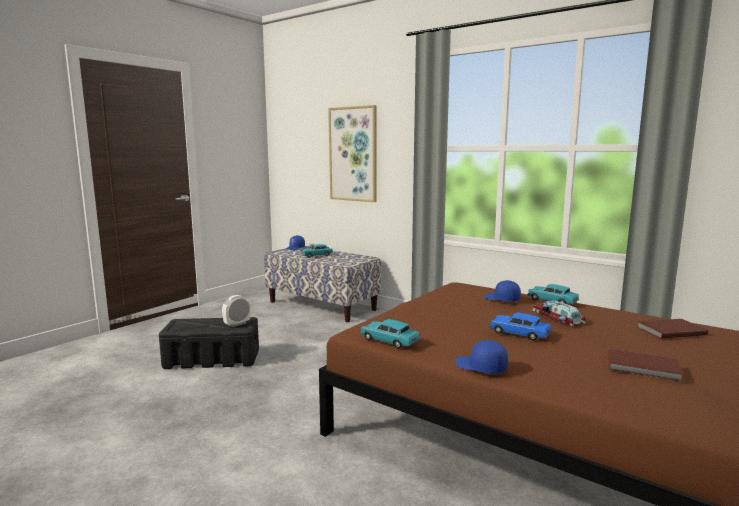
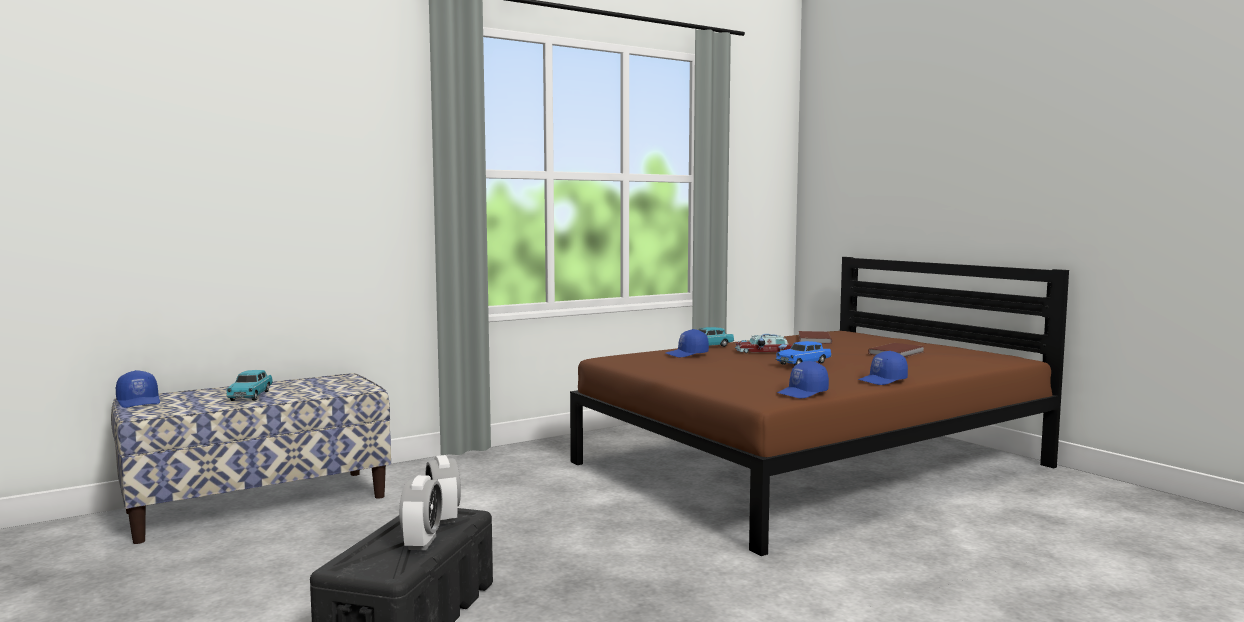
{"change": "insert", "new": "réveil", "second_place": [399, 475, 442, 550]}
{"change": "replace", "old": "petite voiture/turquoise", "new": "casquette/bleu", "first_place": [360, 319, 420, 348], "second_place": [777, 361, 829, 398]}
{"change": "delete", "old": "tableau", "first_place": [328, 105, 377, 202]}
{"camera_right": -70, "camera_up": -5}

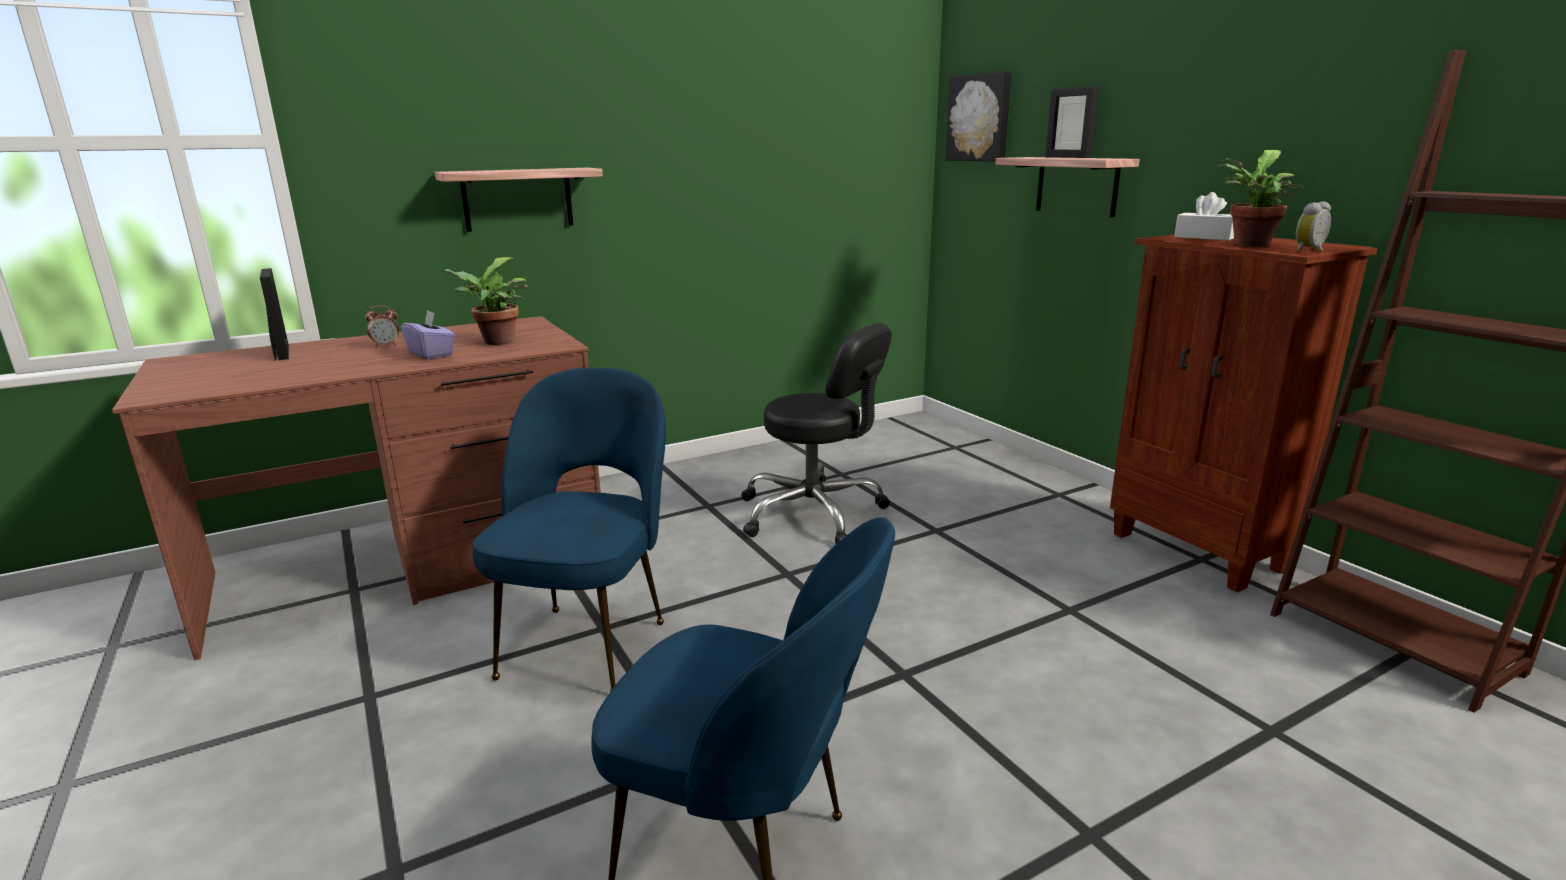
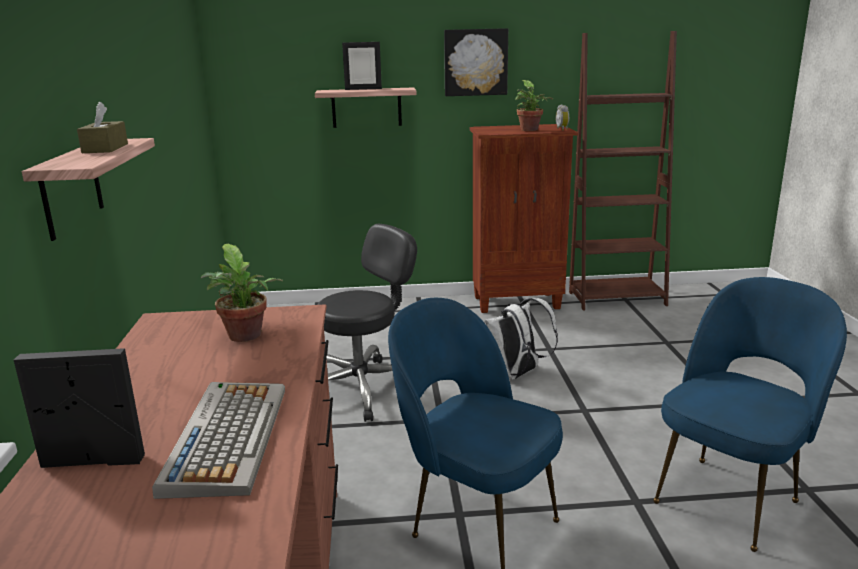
{"change": "insert", "new": "boîte à mouchoirs/marron", "second_place": [77, 101, 128, 153]}
{"change": "insert", "new": "clavier", "second_place": [152, 382, 285, 499]}
{"change": "move", "old": "tableau", "first_place": [945, 71, 1012, 162], "second_place": [444, 28, 508, 96]}
{"change": "insert", "new": "sac à dos/blanc", "second_place": [484, 298, 558, 380]}
{"change": "delete", "old": "réveil", "first_place": [365, 305, 399, 348]}
{"change": "delete", "old": "boîte à mouchoirs/violet", "first_place": [401, 310, 455, 359]}
{"change": "delete", "old": "boîte à mouchoirs/blanc", "first_place": [1174, 192, 1234, 240]}
{"camera_right": -65, "camera_up": 0}

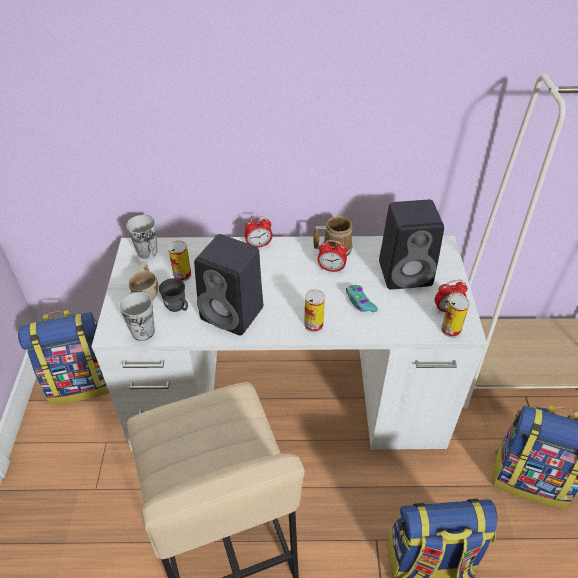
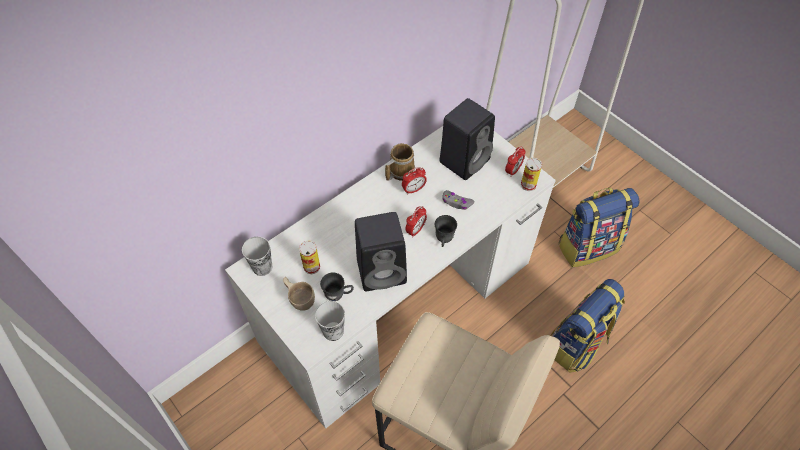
{"change": "move", "old": "réveil", "first_place": [245, 216, 273, 248], "second_place": [405, 206, 427, 238]}
{"change": "replace", "old": "boîte métallique", "new": "mug/gris", "first_place": [304, 289, 325, 332], "second_place": [435, 215, 457, 247]}
{"change": "recolor", "old": "manette/turquoise", "new": "manette/gris", "first_place": [346, 285, 378, 312], "second_place": [442, 190, 474, 210]}
{"change": "delete", "old": "sac à dos", "first_place": [18, 310, 109, 405]}
{"camera_right": -40, "camera_up": 10}

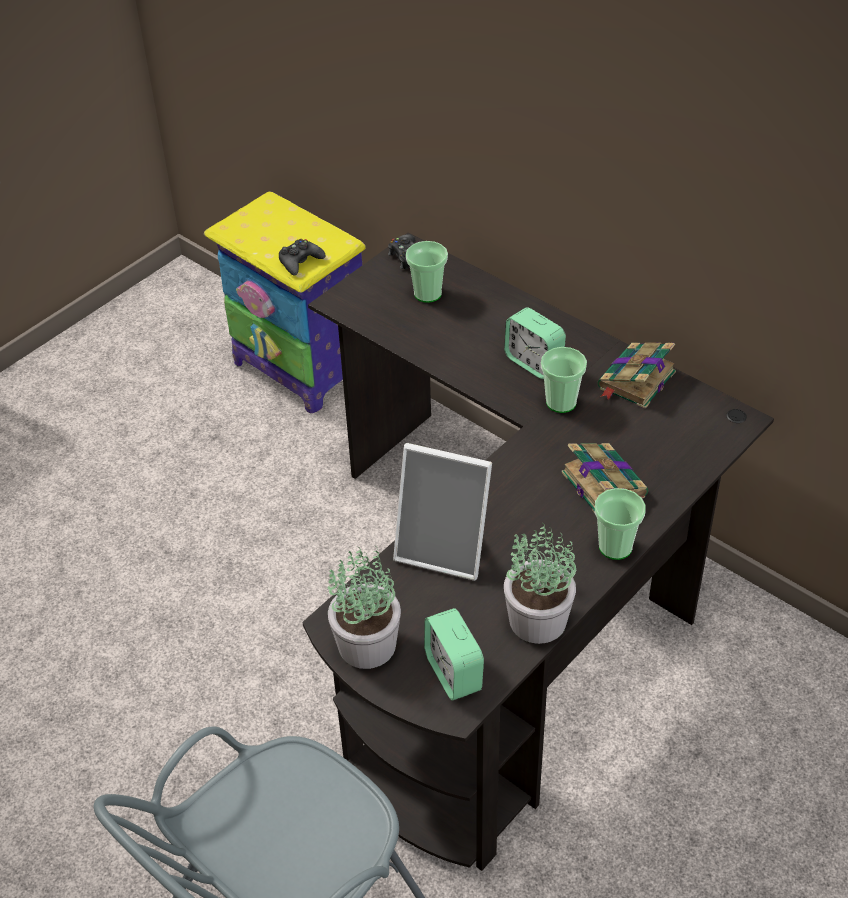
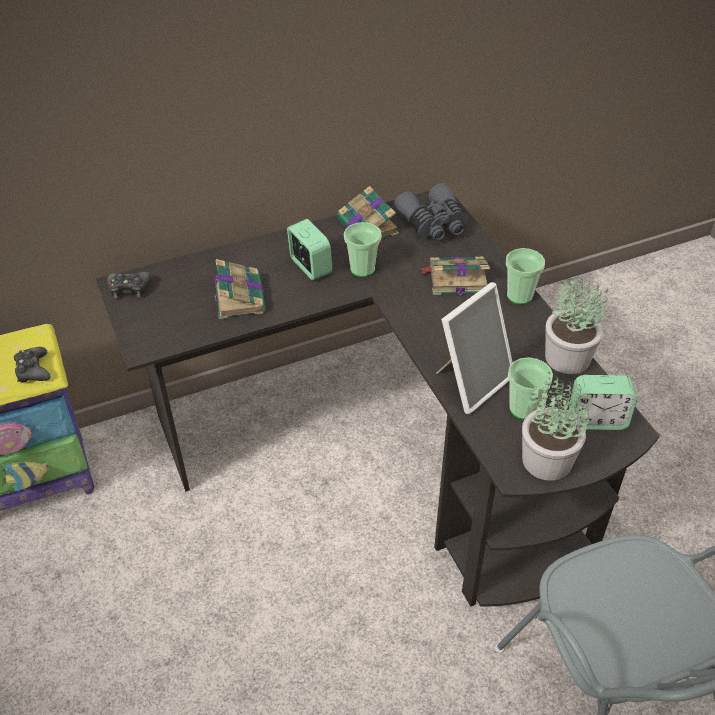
{"change": "insert", "new": "livre", "second_place": [214, 259, 266, 319]}
{"change": "rotate", "old": "réveil", "first_place": [504, 307, 566, 379], "second_place": [287, 219, 332, 280], "degrees": -105}
{"change": "insert", "new": "jumelles/gris", "second_place": [394, 183, 469, 240]}
{"change": "move", "old": "tasse", "first_place": [406, 241, 448, 303], "second_place": [508, 357, 553, 420]}
{"camera_right": -65, "camera_up": 0}

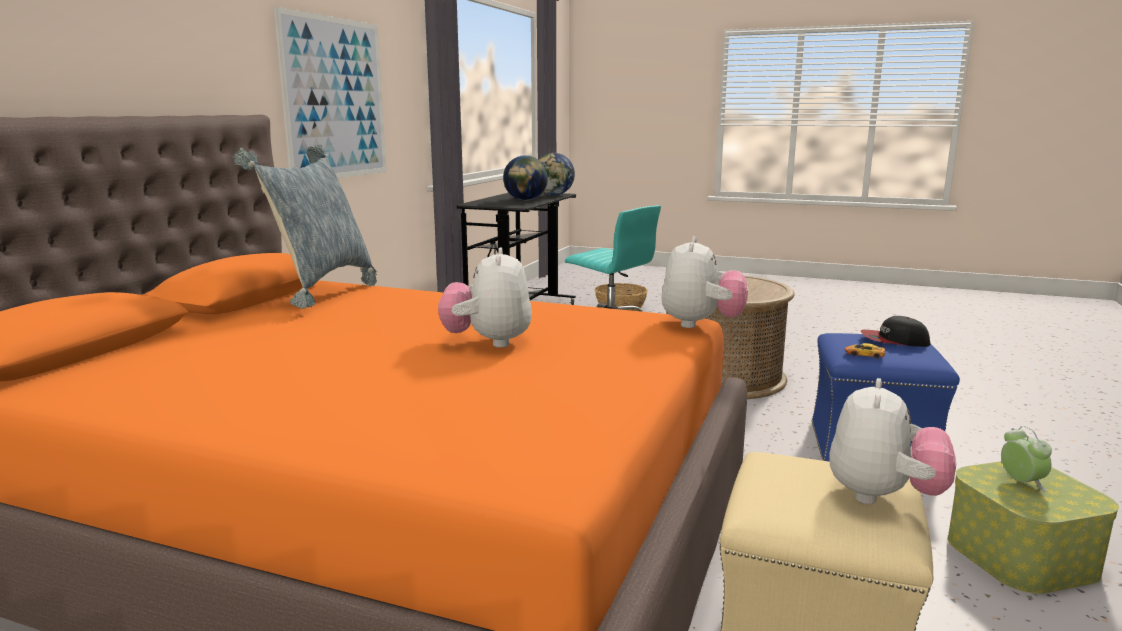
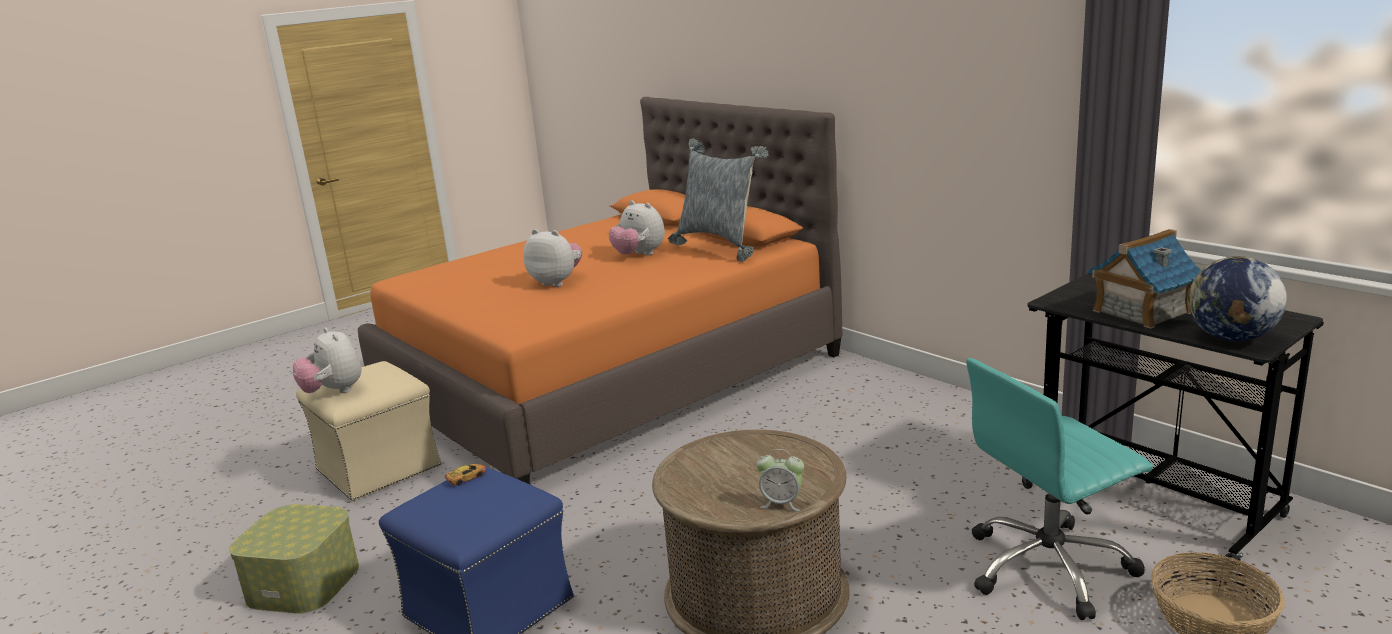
{"change": "move", "old": "peluche", "first_place": [661, 237, 748, 328], "second_place": [609, 201, 665, 255]}
{"change": "move", "old": "réveil", "first_place": [1001, 426, 1052, 492], "second_place": [756, 449, 804, 511]}
{"change": "replace", "old": "globe", "new": "maison miniature", "first_place": [503, 155, 548, 200], "second_place": [1087, 229, 1201, 329]}
{"change": "delete", "old": "tableau", "first_place": [274, 7, 386, 178]}
{"change": "delete", "old": "casquette", "first_place": [861, 316, 930, 347]}
{"camera_right": 120, "camera_up": 5}

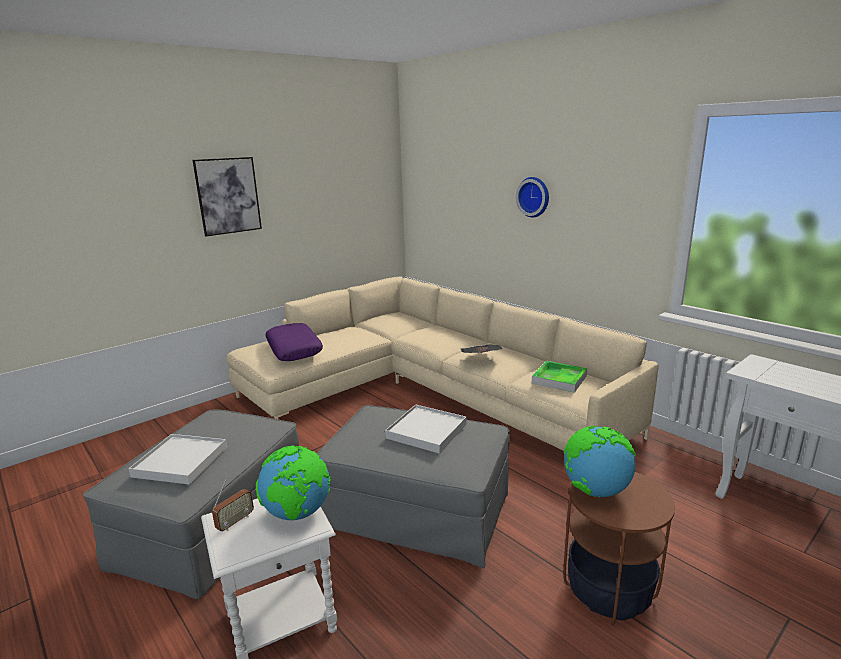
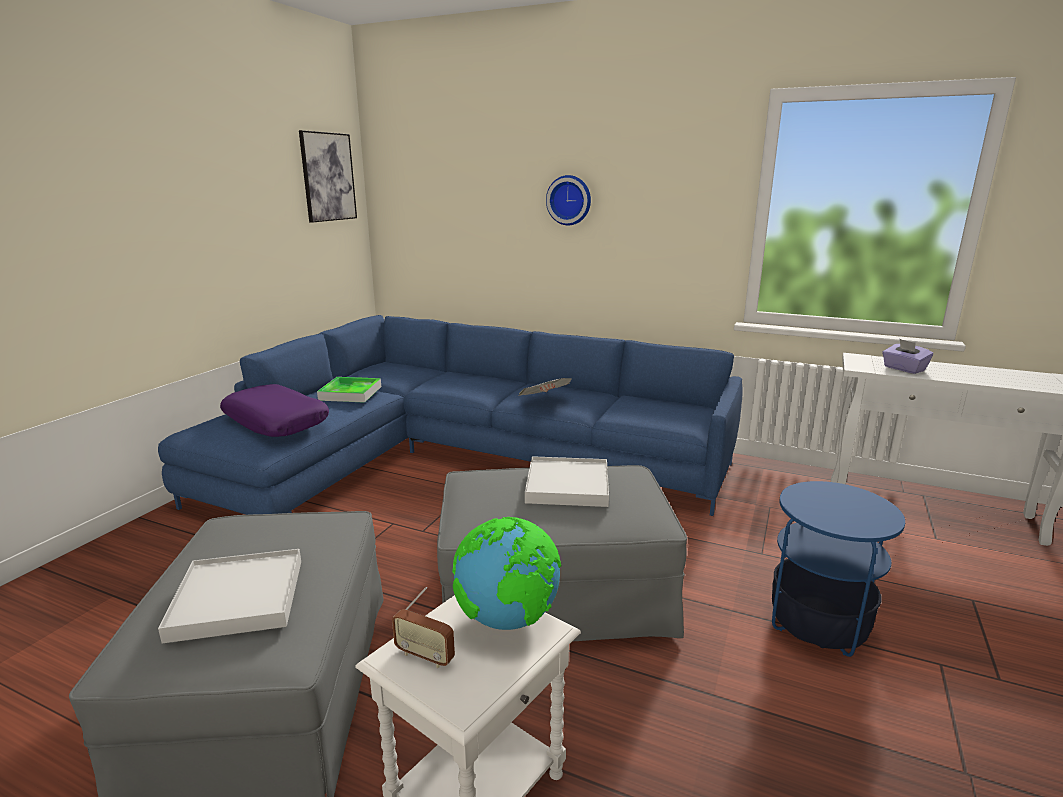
{"change": "recolor", "old": "canapé/beige", "new": "canapé/bleu", "first_place": [227, 276, 659, 451], "second_place": [158, 315, 743, 516]}
{"change": "move", "old": "tableau", "first_place": [192, 157, 262, 236], "second_place": [299, 130, 357, 223]}
{"change": "move", "old": "plateau", "first_place": [532, 361, 587, 393], "second_place": [317, 377, 381, 403]}
{"change": "rotate", "old": "radio", "first_place": [212, 479, 254, 531], "second_place": [392, 587, 455, 668], "degrees": 105}
{"change": "recolor", "old": "table d'appoint/marron", "new": "table d'appoint/bleu", "first_place": [563, 472, 675, 626], "second_place": [772, 481, 905, 657]}
{"change": "insert", "new": "boîte à mouchoirs/violet", "second_place": [882, 339, 934, 374]}
{"change": "delete", "old": "globe", "first_place": [564, 426, 636, 497]}
{"camera_right": -25, "camera_up": 0}

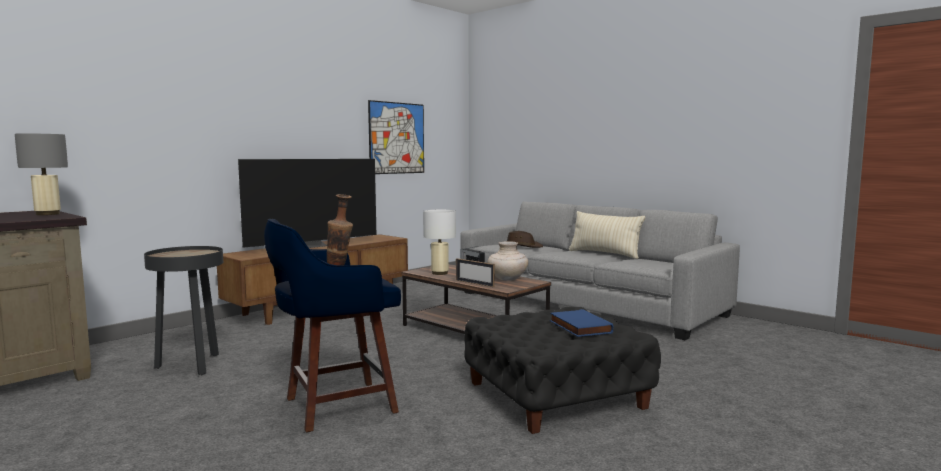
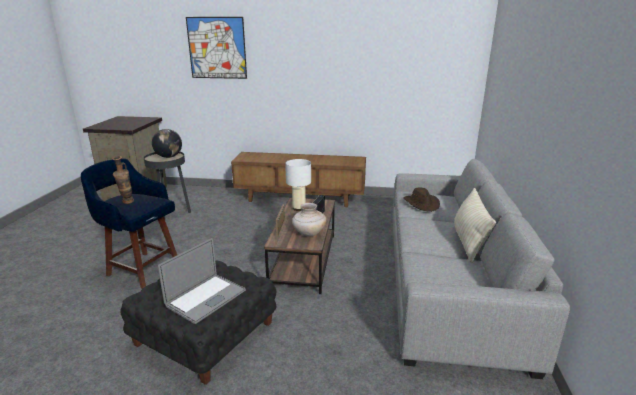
{"change": "insert", "new": "globe", "second_place": [152, 129, 182, 158]}
{"change": "replace", "old": "livre/bleu", "new": "ordinateur portable", "first_place": [550, 309, 614, 337], "second_place": [158, 238, 246, 324]}
{"change": "move", "old": "tableau", "first_place": [368, 100, 424, 174], "second_place": [186, 17, 247, 79]}
{"change": "delete", "old": "lampe de table/gris", "first_place": [15, 133, 68, 215]}
{"change": "delete", "old": "téléviseur", "first_place": [238, 159, 376, 248]}
{"camera_right": 55, "camera_up": 15}

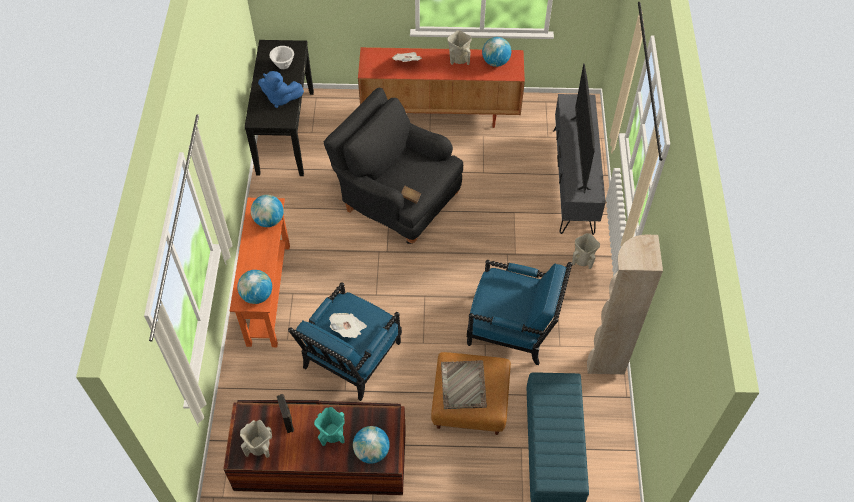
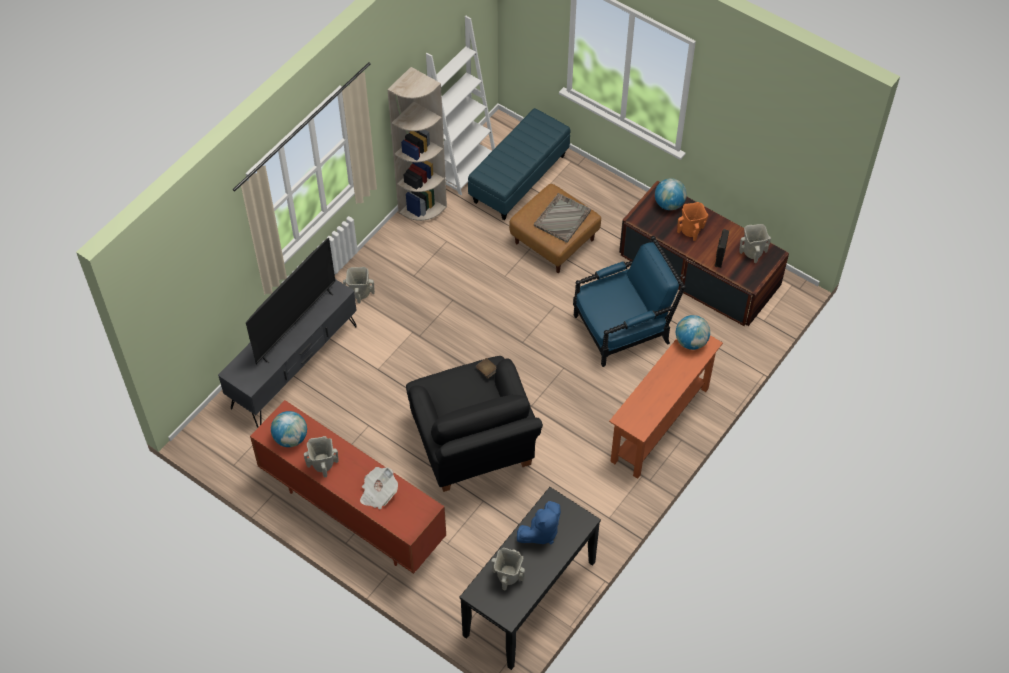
{"change": "insert", "new": "bibliothèque/blanc", "second_place": [426, 16, 495, 195]}
{"change": "replace", "old": "bol/blanc", "new": "vase/beige", "first_place": [270, 46, 294, 69], "second_place": [491, 548, 525, 590]}
{"change": "rotate", "old": "peluche/bleu", "first_place": [258, 71, 304, 108], "second_place": [517, 501, 561, 544], "degrees": 90}
{"change": "recolor", "old": "vase/turquoise", "new": "vase/orange", "first_place": [314, 407, 345, 446], "second_place": [677, 202, 708, 241]}
{"change": "delete", "old": "globe", "first_place": [251, 195, 284, 227]}
{"change": "delete", "old": "journal", "first_place": [329, 313, 367, 338]}
{"change": "delete", "old": "fauteuil/bleu", "first_place": [467, 260, 572, 365]}
{"camera_right": -145, "camera_up": 0}

